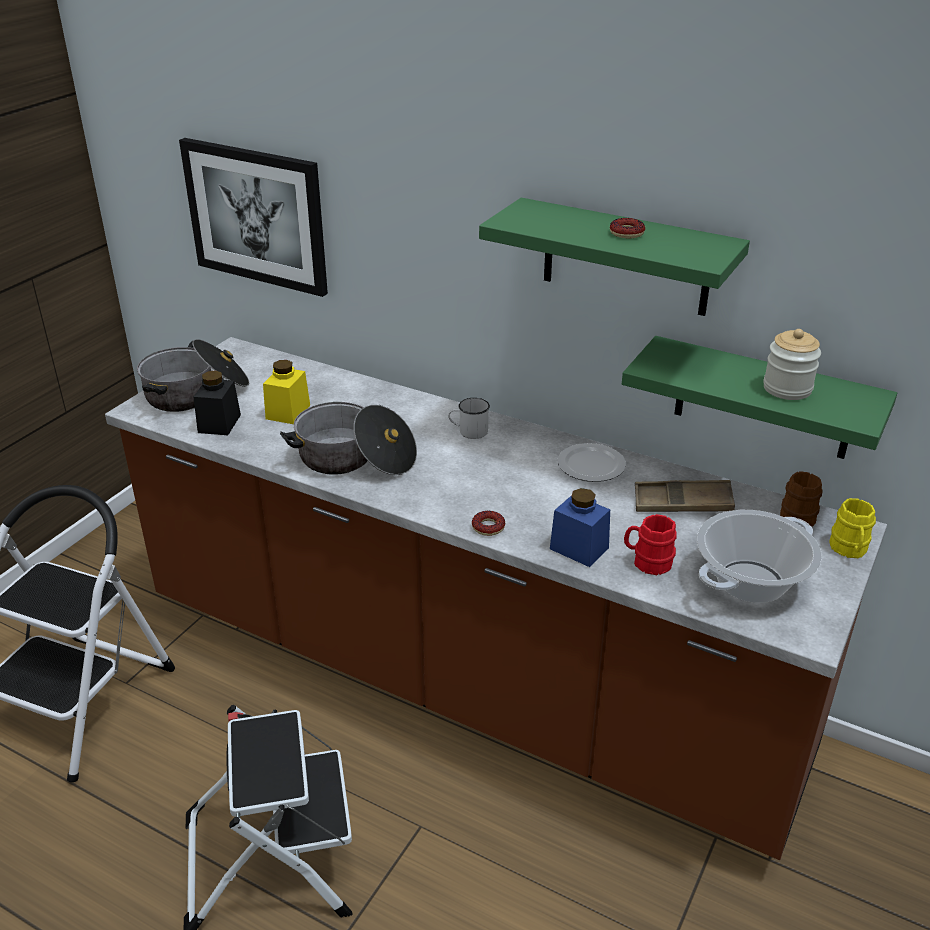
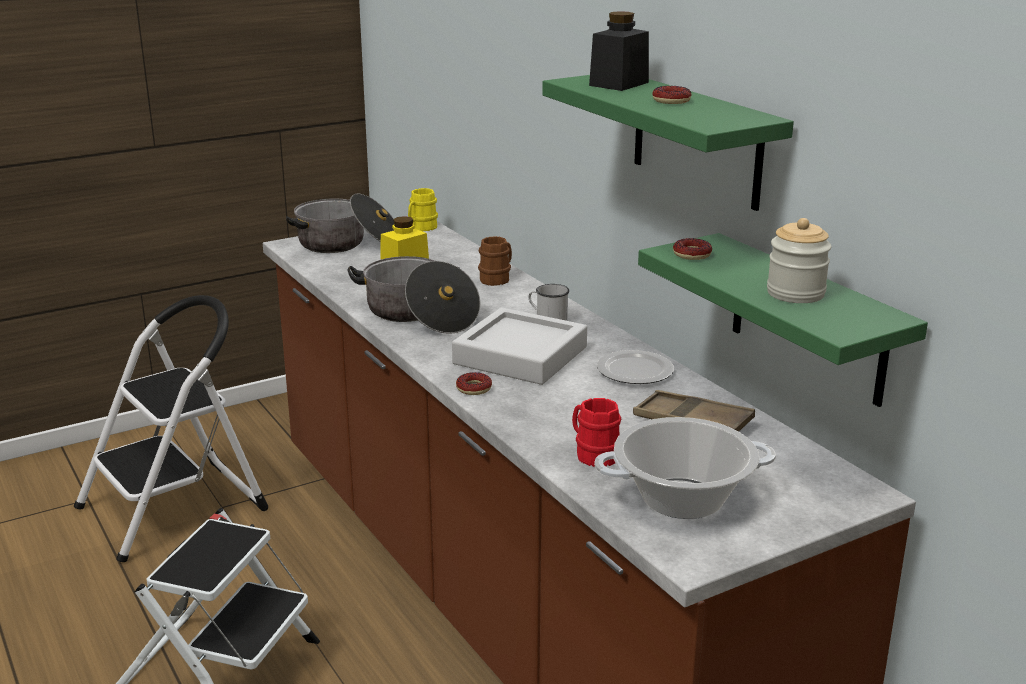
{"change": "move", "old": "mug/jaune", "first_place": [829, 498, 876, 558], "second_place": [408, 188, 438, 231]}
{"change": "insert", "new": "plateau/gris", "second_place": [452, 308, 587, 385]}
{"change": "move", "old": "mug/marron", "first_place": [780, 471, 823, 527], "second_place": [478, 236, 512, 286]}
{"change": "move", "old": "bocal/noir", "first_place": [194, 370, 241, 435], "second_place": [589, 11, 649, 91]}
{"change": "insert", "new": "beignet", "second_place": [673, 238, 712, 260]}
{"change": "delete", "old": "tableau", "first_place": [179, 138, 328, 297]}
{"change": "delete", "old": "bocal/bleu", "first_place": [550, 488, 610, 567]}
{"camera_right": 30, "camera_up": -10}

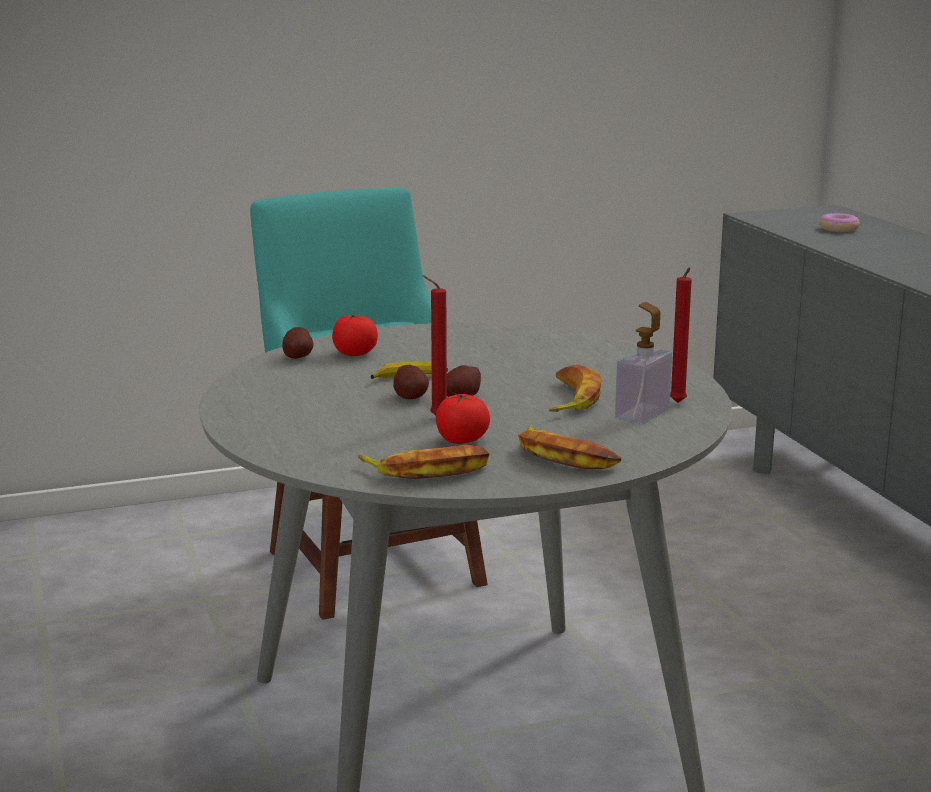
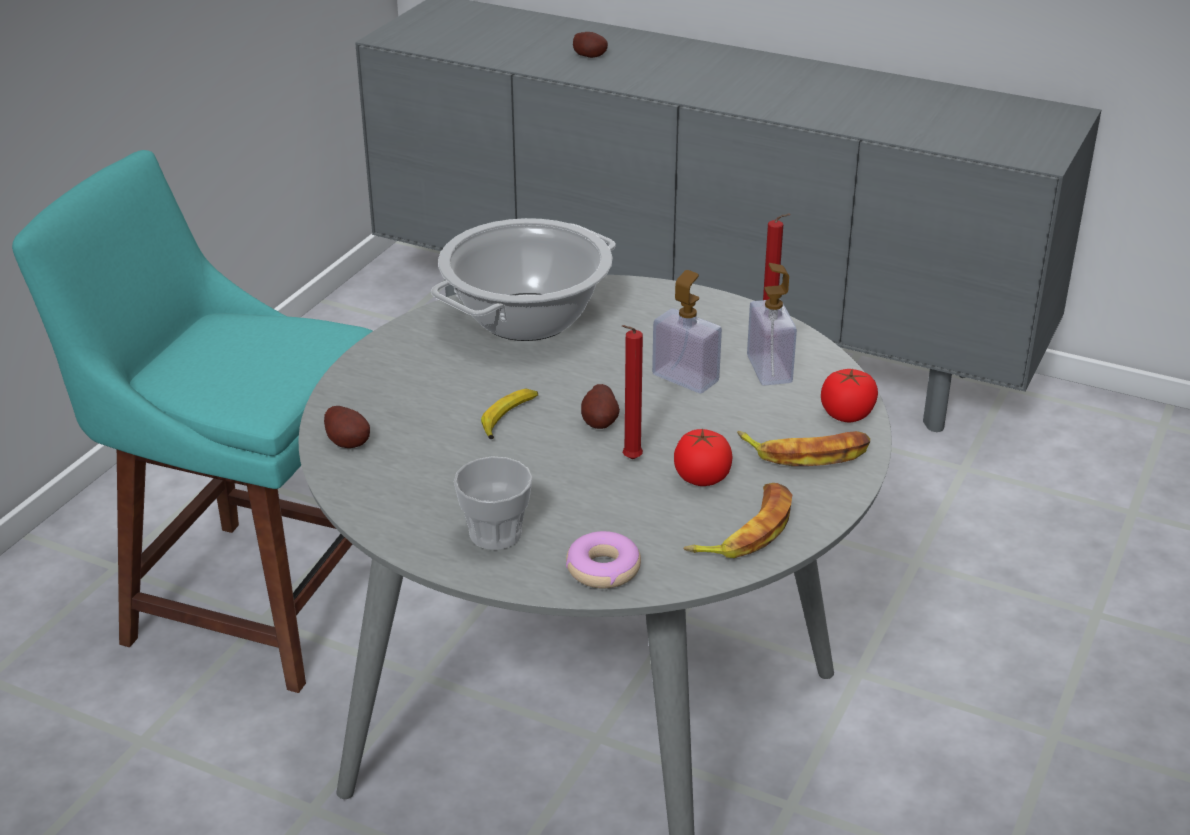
{"change": "insert", "new": "marmite", "second_place": [431, 218, 616, 341]}
{"change": "insert", "new": "tasse", "second_place": [454, 456, 533, 550]}
{"change": "move", "old": "beignet", "first_place": [819, 213, 860, 232], "second_place": [566, 531, 641, 589]}
{"change": "move", "old": "pomme de terre", "first_place": [393, 364, 429, 399], "second_place": [573, 32, 608, 58]}
{"change": "replace", "old": "banane", "new": "distributeur de savon", "first_place": [549, 365, 601, 412], "second_place": [652, 270, 722, 393]}
{"change": "move", "old": "tomate", "first_place": [332, 314, 378, 356], "second_place": [821, 369, 878, 422]}
{"camera_right": -45, "camera_up": 15}

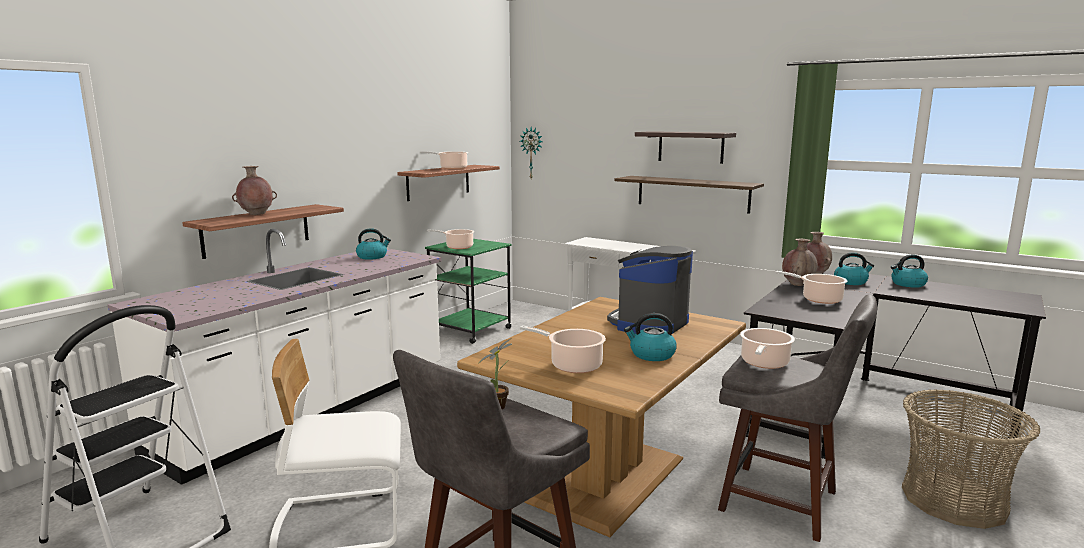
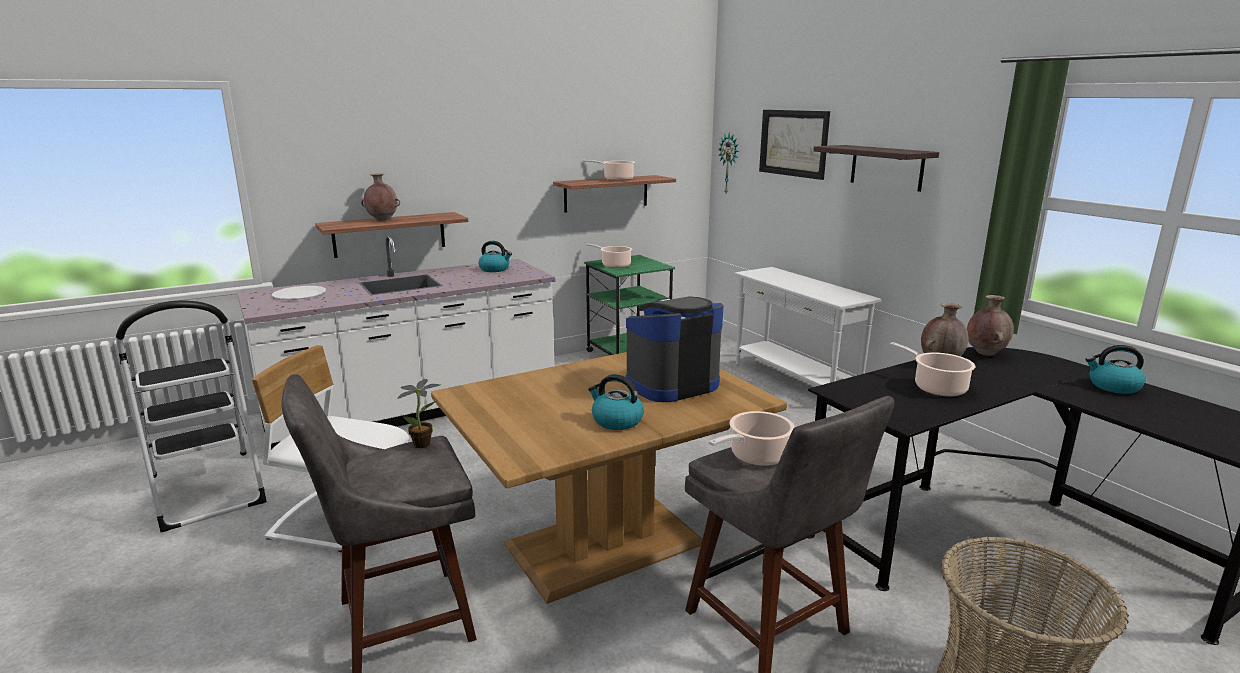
{"change": "insert", "new": "assiette/blanc", "second_place": [272, 286, 326, 300]}
{"change": "insert", "new": "tableau", "second_place": [759, 110, 830, 180]}
{"change": "delete", "old": "marmite", "first_place": [520, 325, 606, 373]}
{"change": "delete", "old": "étagère", "first_place": [614, 176, 764, 214]}
{"change": "delete", "old": "bouilloire", "first_place": [834, 252, 874, 285]}
{"camera_right": 25, "camera_up": 5}

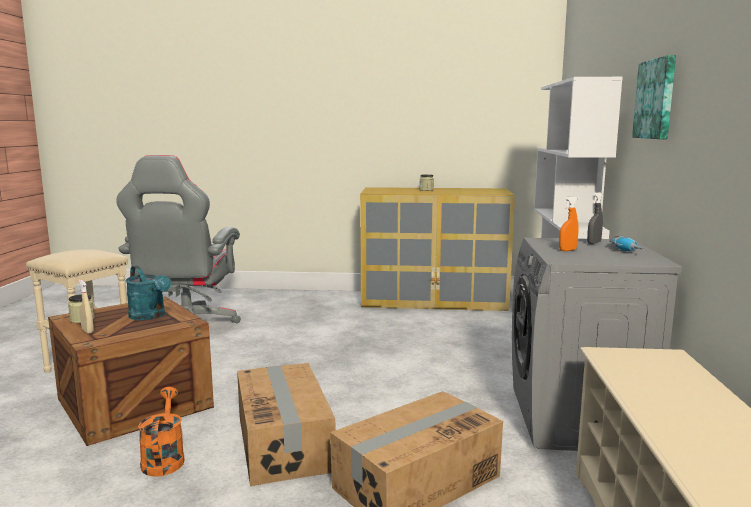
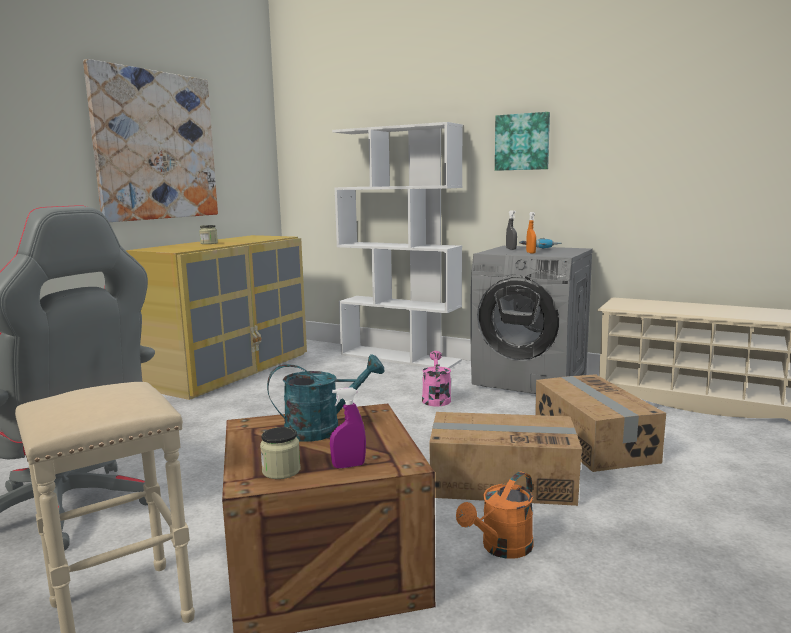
{"change": "insert", "new": "tableau", "second_place": [83, 59, 218, 222]}
{"change": "recolor", "old": "vaporisateur/beige", "new": "vaporisateur/violet", "first_place": [79, 280, 94, 334], "second_place": [330, 387, 366, 468]}
{"change": "insert", "new": "arrosoir/rose", "second_place": [422, 351, 451, 407]}
{"change": "rotate", "old": "arrosoir/orange", "first_place": [138, 387, 185, 477], "second_place": [456, 471, 533, 559], "degrees": -60}
{"camera_right": -65, "camera_up": 0}

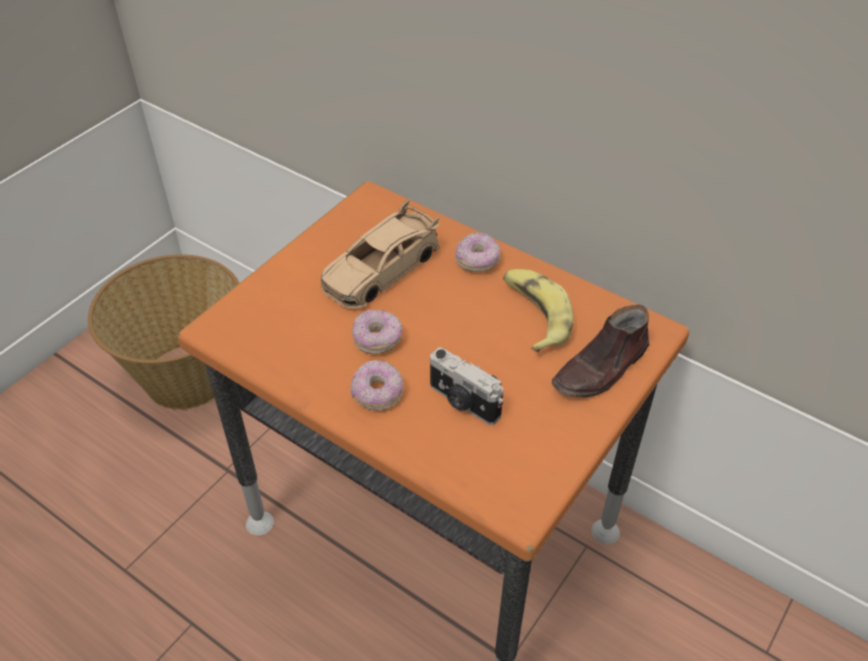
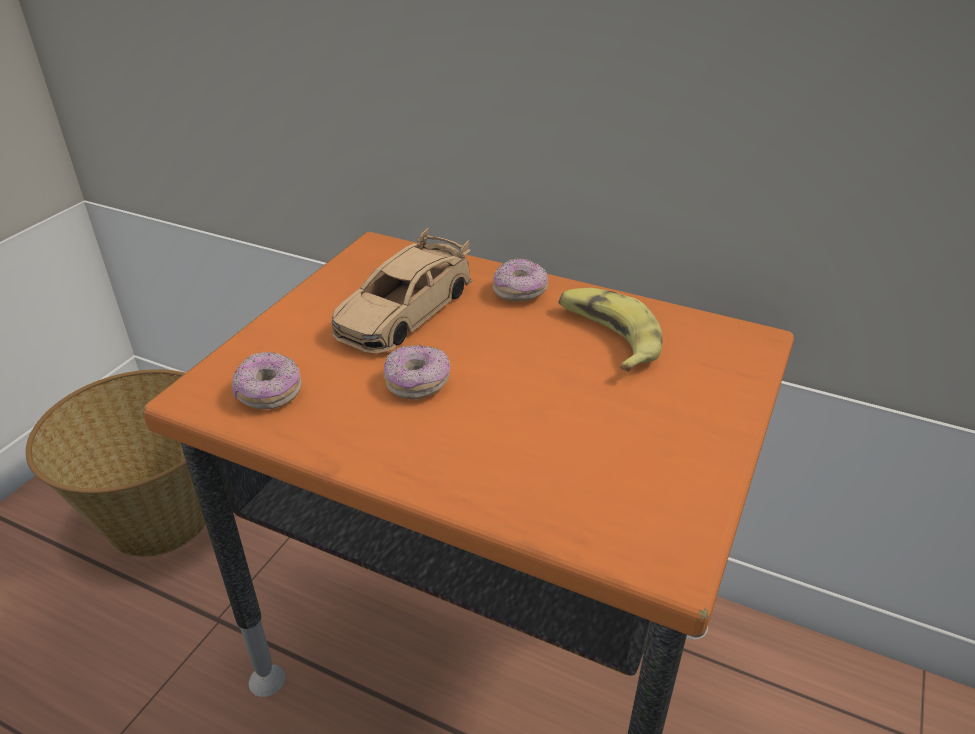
{"change": "move", "old": "beignet", "first_place": [351, 360, 403, 410], "second_place": [232, 352, 302, 409]}
{"change": "delete", "old": "appareil photo", "first_place": [430, 347, 503, 425]}
{"change": "delete", "old": "chaussure/marron", "first_place": [552, 305, 649, 397]}
{"camera_right": -10, "camera_up": -10}

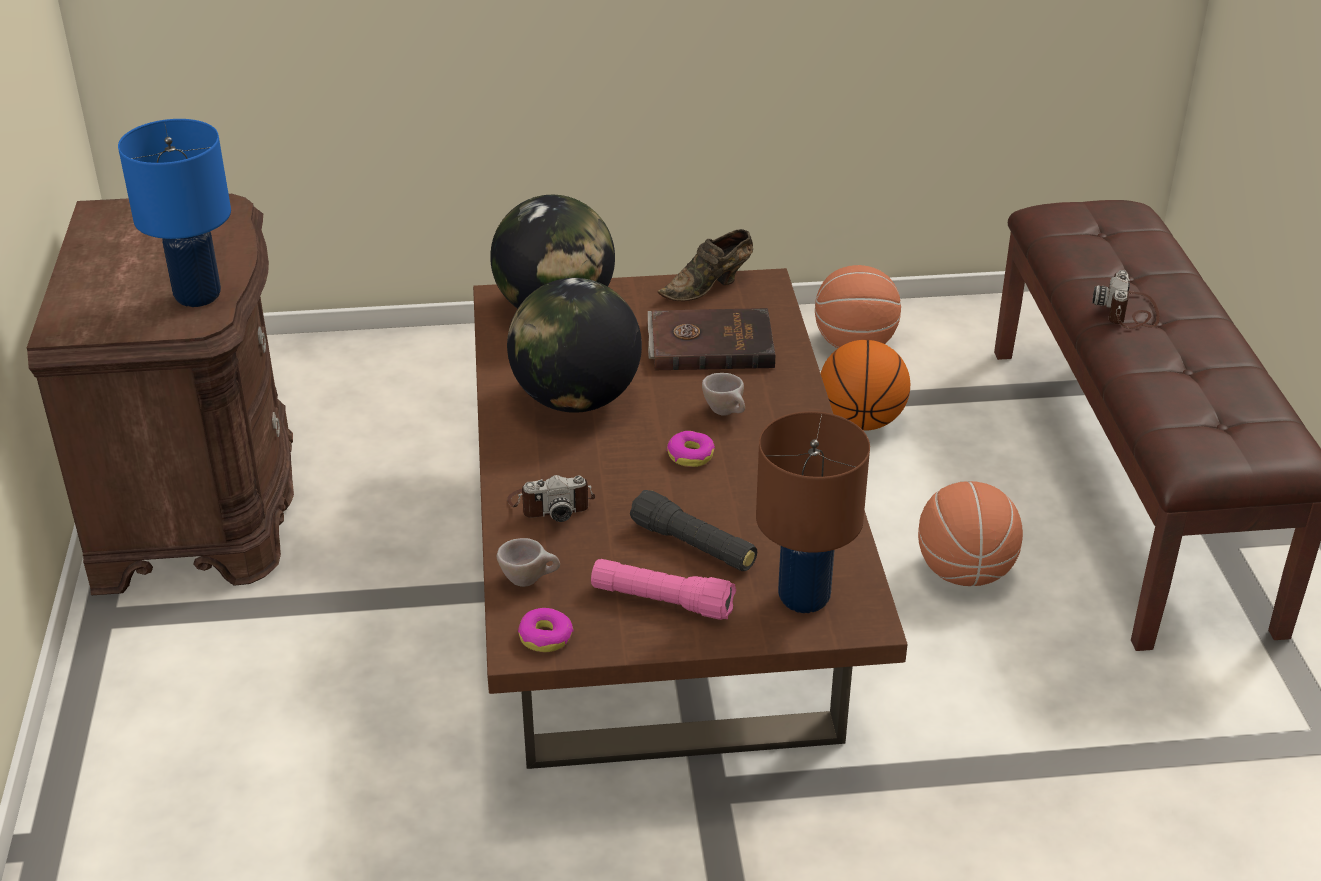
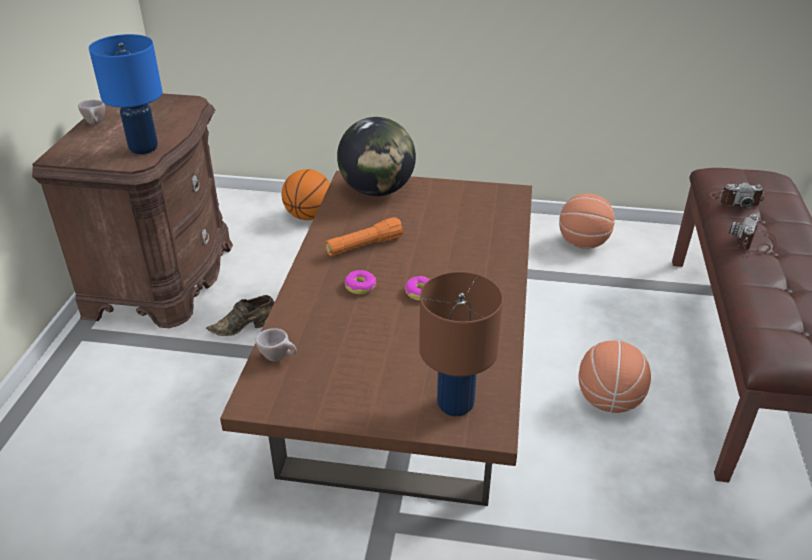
{"change": "move", "old": "tasse/beige", "first_place": [702, 373, 745, 416], "second_place": [78, 100, 105, 125]}
{"change": "move", "old": "chaussure/marron", "first_place": [658, 229, 753, 301], "second_place": [206, 295, 274, 336]}
{"change": "move", "old": "ballon de basket", "first_place": [821, 340, 910, 431], "second_place": [282, 169, 330, 220]}
{"change": "replace", "old": "globe", "new": "lampe de poche/orange", "first_place": [507, 278, 642, 413], "second_place": [325, 217, 403, 256]}
{"change": "move", "old": "beignet", "first_place": [518, 608, 574, 652], "second_place": [345, 270, 376, 294]}
{"change": "move", "old": "appareil photo", "first_place": [507, 475, 595, 522], "second_place": [709, 182, 764, 208]}
{"change": "delete", "old": "lampe de poche/rose", "first_place": [591, 559, 736, 620]}
{"change": "delete", "old": "lampe de poche/noir", "first_place": [630, 490, 757, 571]}
{"change": "delete", "old": "livre/marron", "first_place": [648, 308, 775, 370]}
{"camera_right": 15, "camera_up": 0}

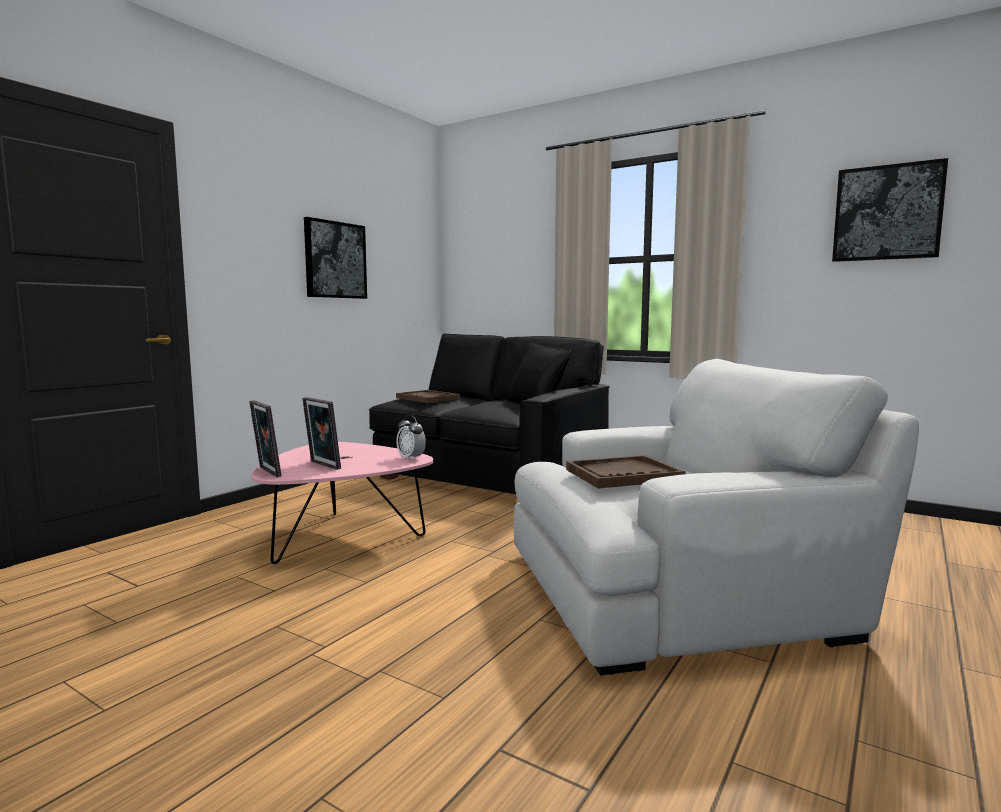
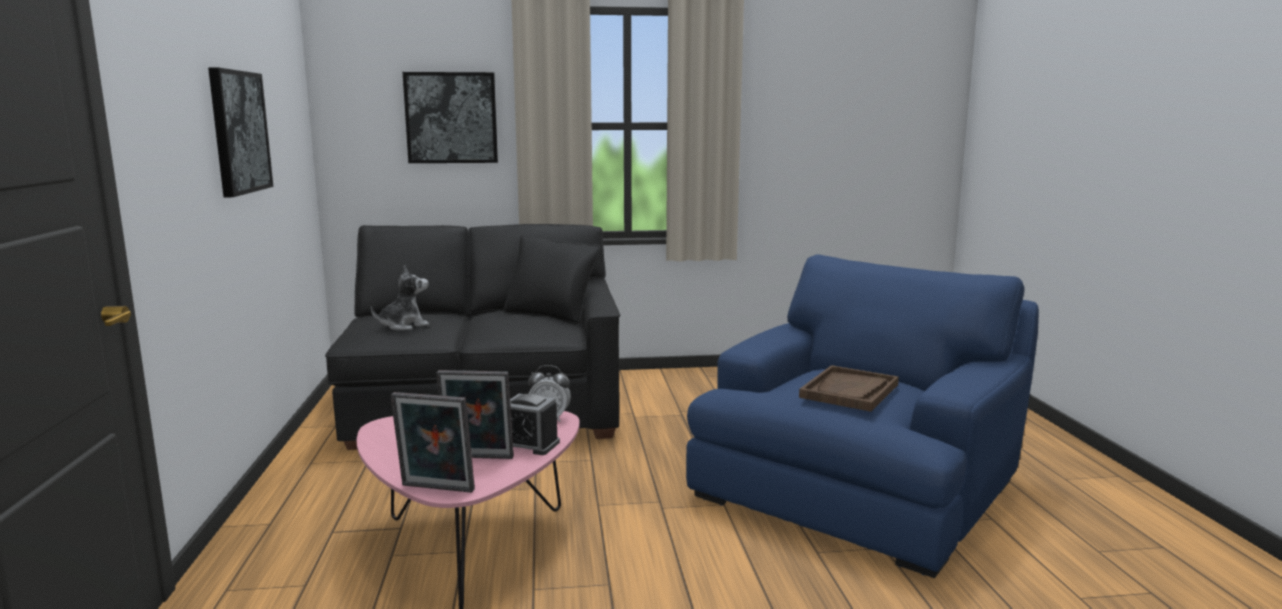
{"change": "replace", "old": "plateau/marron", "new": "peluche", "first_place": [396, 390, 460, 403], "second_place": [371, 265, 429, 330]}
{"change": "move", "old": "tableau", "first_place": [832, 158, 948, 262], "second_place": [403, 72, 498, 163]}
{"change": "insert", "new": "réveil", "second_place": [510, 394, 560, 455]}
{"change": "recolor", "old": "fauteuil/blanc", "new": "fauteuil/bleu", "first_place": [514, 359, 919, 675], "second_place": [686, 254, 1039, 578]}
{"camera_right": -40, "camera_up": 5}

